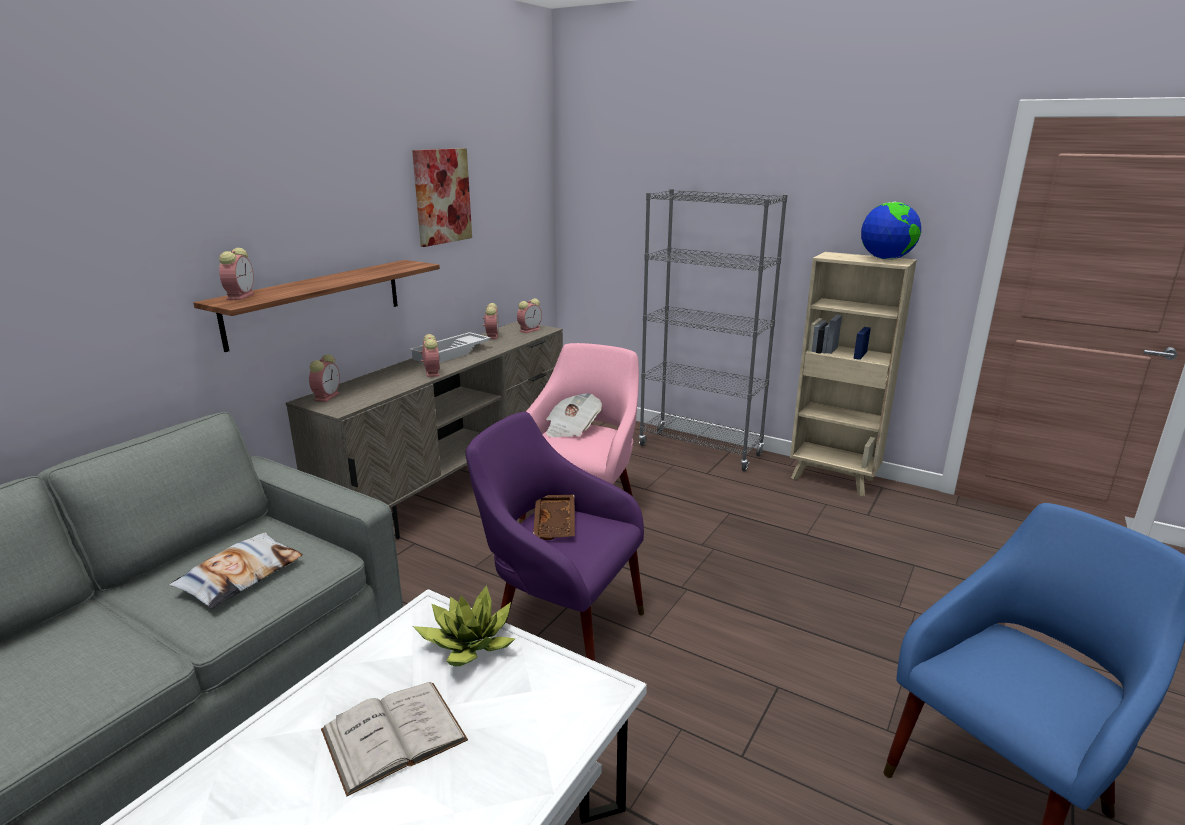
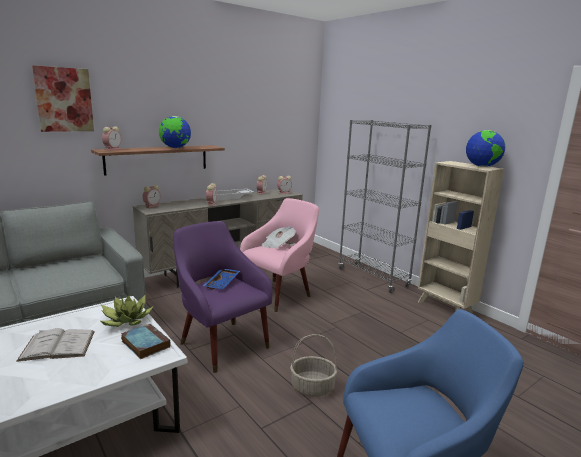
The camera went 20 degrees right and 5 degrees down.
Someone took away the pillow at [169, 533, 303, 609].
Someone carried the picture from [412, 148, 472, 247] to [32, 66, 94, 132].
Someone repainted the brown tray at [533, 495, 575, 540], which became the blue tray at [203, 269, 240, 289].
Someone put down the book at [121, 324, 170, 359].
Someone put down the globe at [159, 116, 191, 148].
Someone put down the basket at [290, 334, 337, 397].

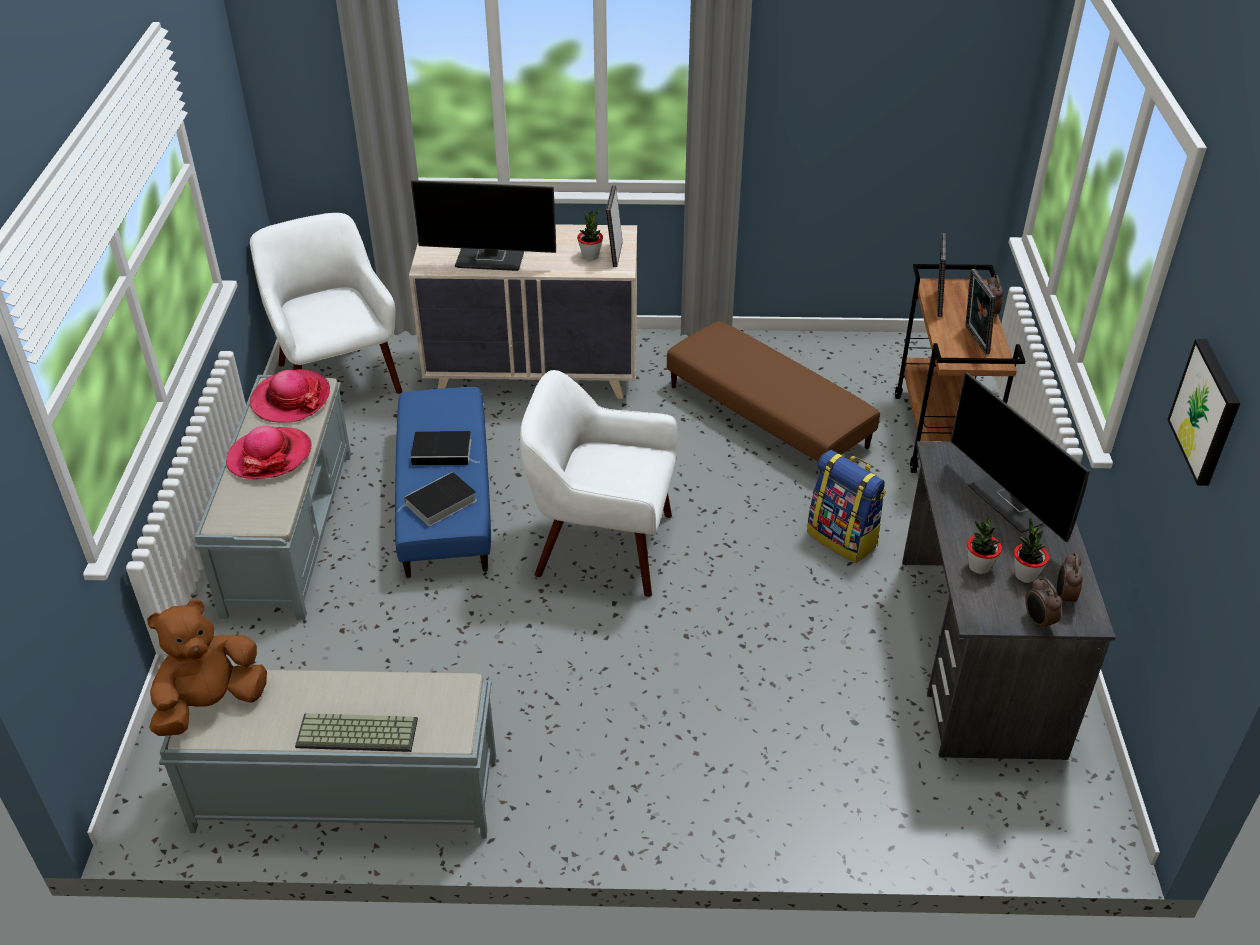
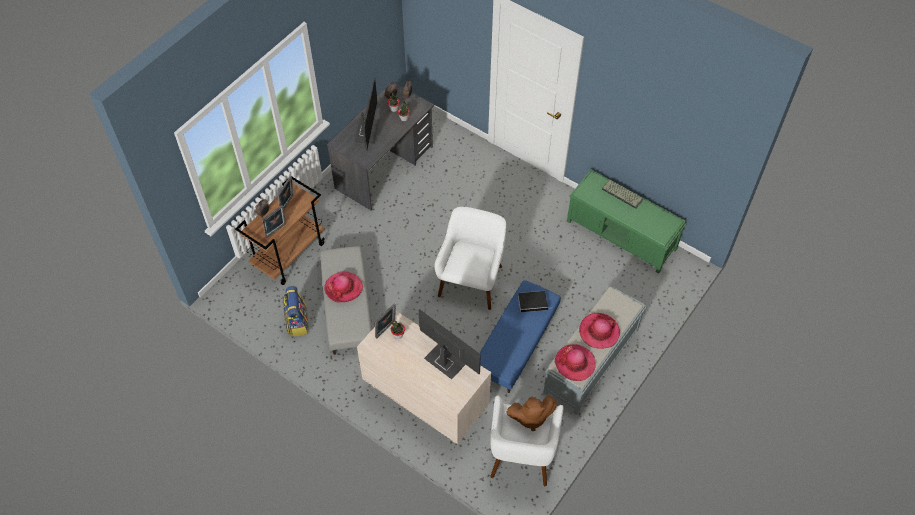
The camera went 145 degrees left and 15 degrees up.
Someone carried the brown plush toy from [147, 599, 267, 736] to [506, 396, 557, 431].
Someone repainted the grey bench at [159, 670, 496, 839], which became the green bench at [567, 170, 686, 274].
Someone took away the book at [411, 431, 480, 465].
Someone rotated the white armchair at [520, 370, 678, 597] by 120 degrees counterclockwise.
Someone repainted the brown ottoman at [667, 321, 880, 473], which became the grey ottoman at [320, 246, 372, 355].
Someone carried the backpack from [807, 450, 886, 563] to [283, 286, 309, 336].
Someone took away the picture at [1167, 339, 1240, 486].
Someone put down the hat at [324, 272, 363, 303].

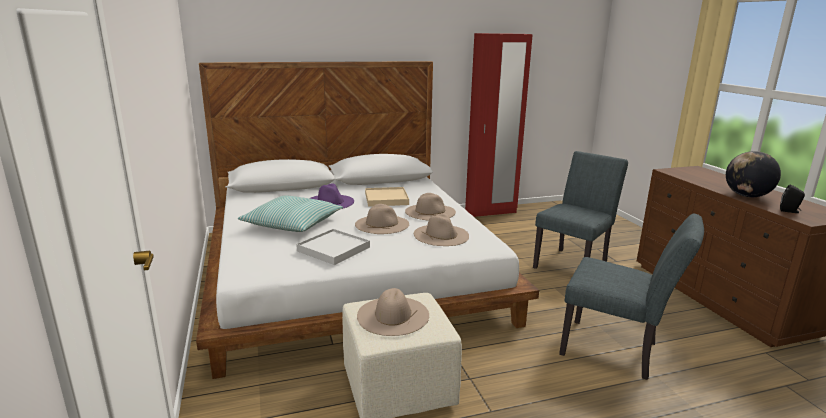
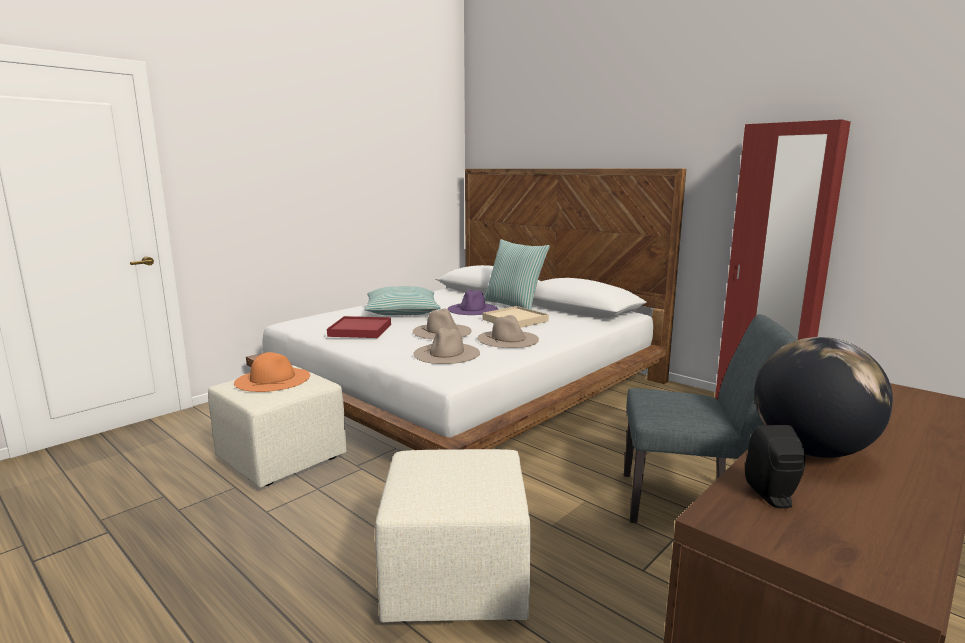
The camera went 60 degrees right and 5 degrees down.
Someone repainted the white tray at [296, 229, 370, 265], which became the red tray at [327, 316, 391, 338].
Someone repainted the beige hat at [357, 288, 429, 336], which became the orange hat at [234, 352, 310, 392].
Someone swapped the grey chair at [559, 214, 704, 380] for the beige ottoman at [375, 449, 531, 623].
Someone put down the pillow at [484, 239, 550, 310].

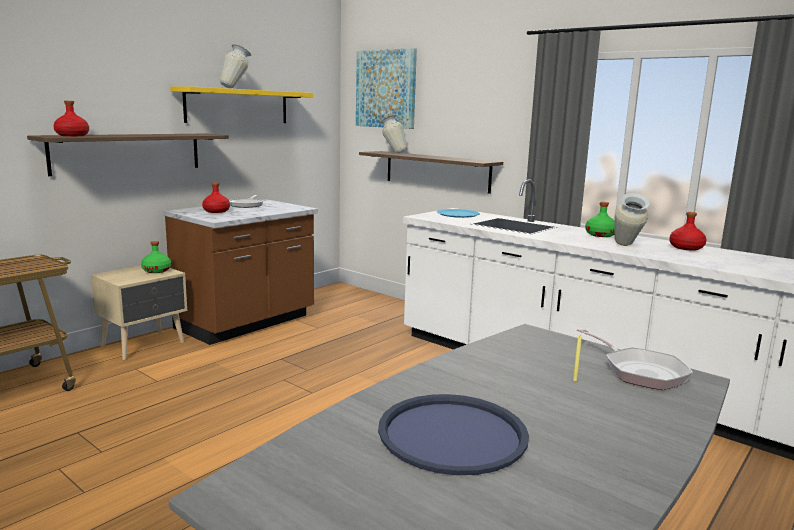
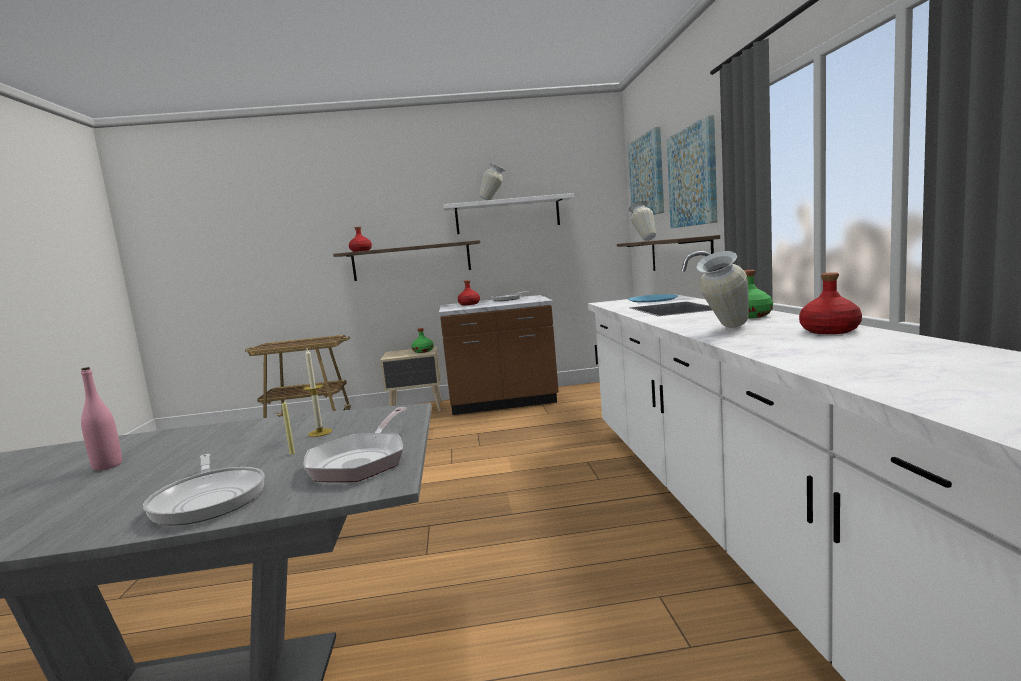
The camera went 45 degrees right and 5 degrees down.
Someone repainted the yellow shelf at [170, 86, 313, 123], which became the white shelf at [443, 193, 574, 234].
Someone swapped the blue tray at [378, 394, 529, 475] for the pink bottle at [81, 367, 122, 471].
Someone put down the frying pan at [143, 454, 265, 525].
Someone put down the candle at [303, 349, 332, 437].
Someone put up the picture at [667, 115, 717, 228].

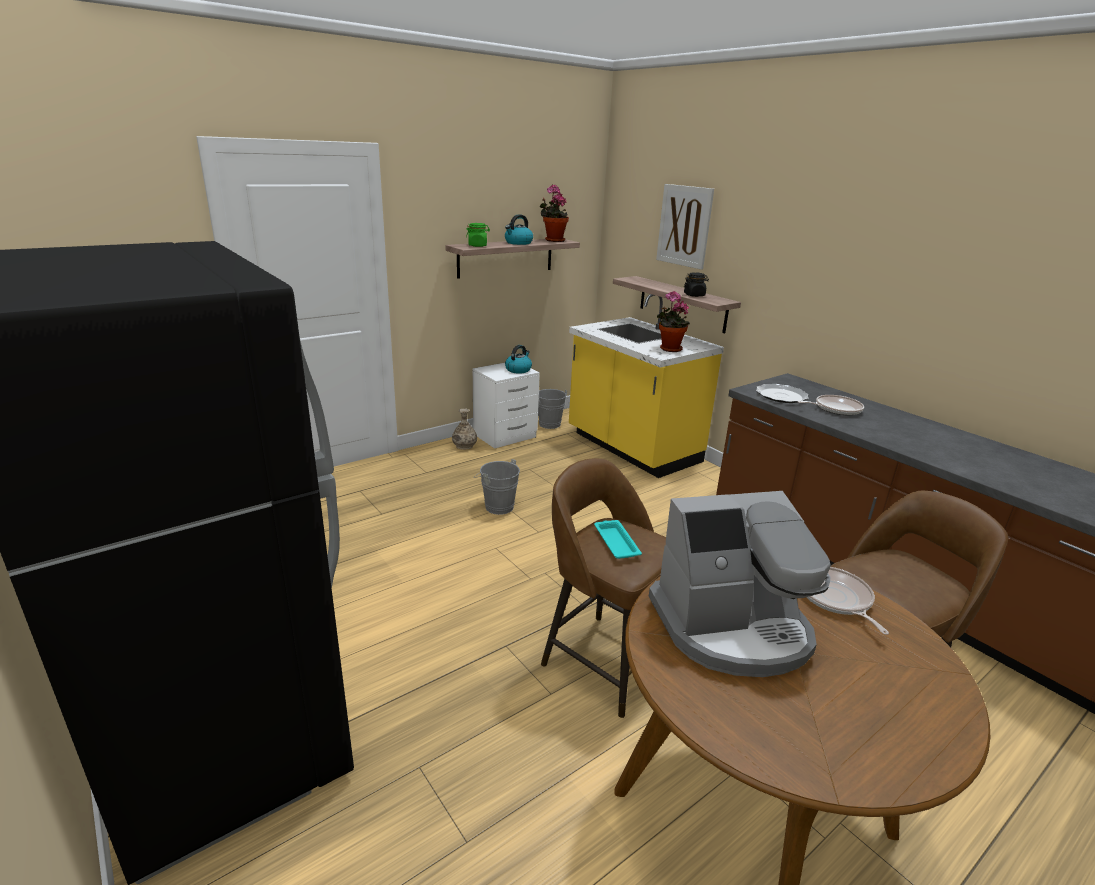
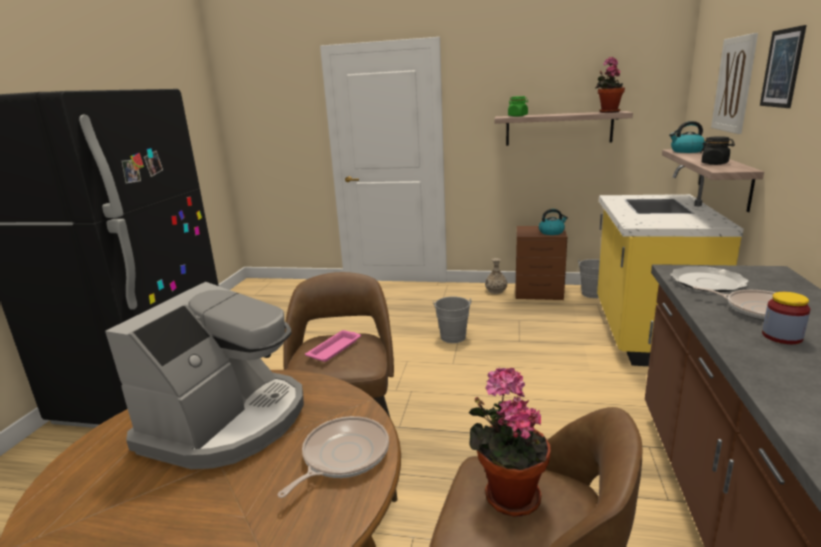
The camera went 50 degrees right and 5 degrees down.
Someone repainted the white nightstand at [473, 363, 540, 449], which became the brown nightstand at [515, 226, 567, 300].
Someone carried the kettle from [505, 214, 533, 245] to [669, 121, 706, 153].
Someone repainted the turquoise tray at [594, 520, 642, 559], which became the pink tray at [305, 330, 361, 362].
Someone rotated the coffee machine at [649, 491, 831, 677] by 105 degrees counterclockwise.
Someone carried the potted plant from [657, 291, 690, 352] to [468, 368, 550, 517].
Someone put up the picture at [760, 25, 807, 108].
Someone put down the jar at [762, 292, 810, 344].

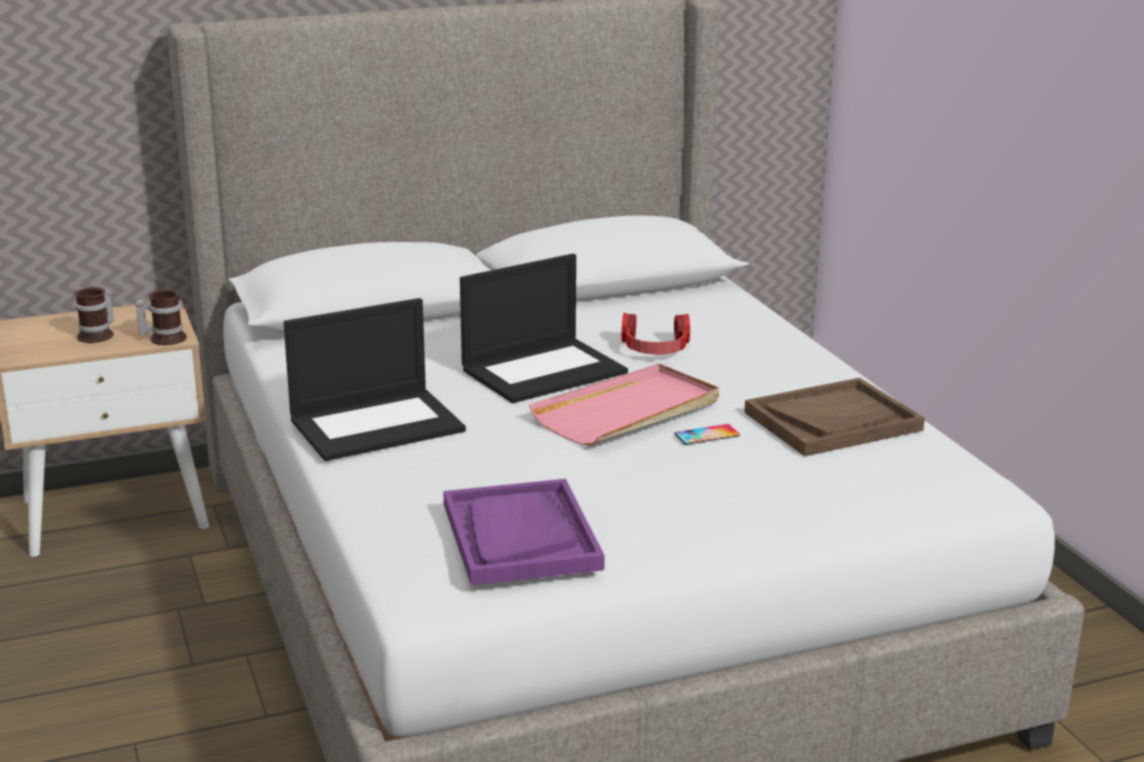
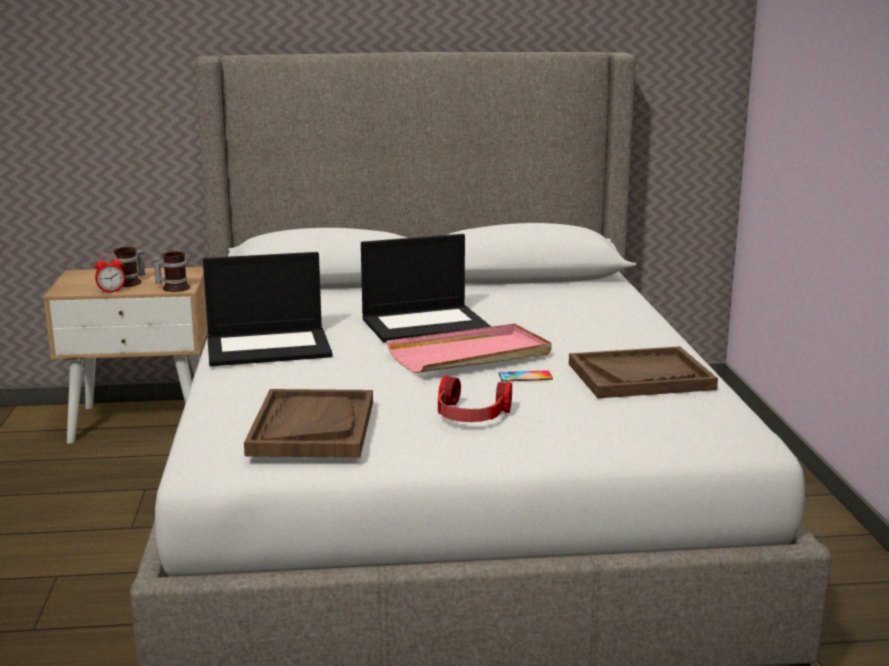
The camera went 15 degrees right and 5 degrees down.
Someone repainted the purple tray at [443, 479, 605, 586], which became the brown tray at [244, 389, 373, 458].
Someone carried the headphones from [621, 313, 690, 355] to [438, 375, 512, 422].
Someone put down the alarm clock at [95, 254, 125, 293].

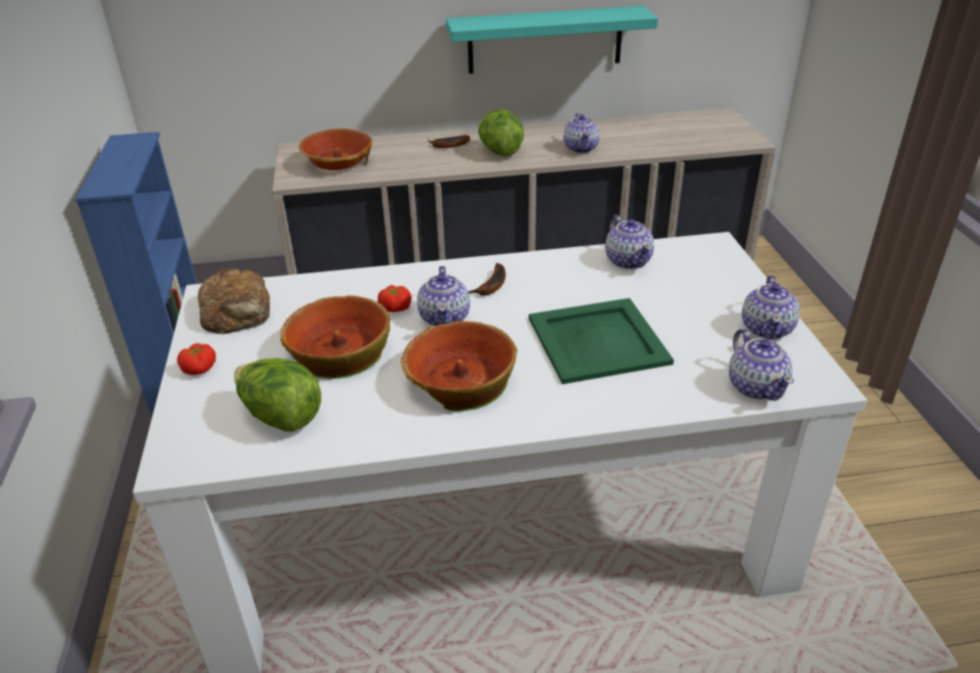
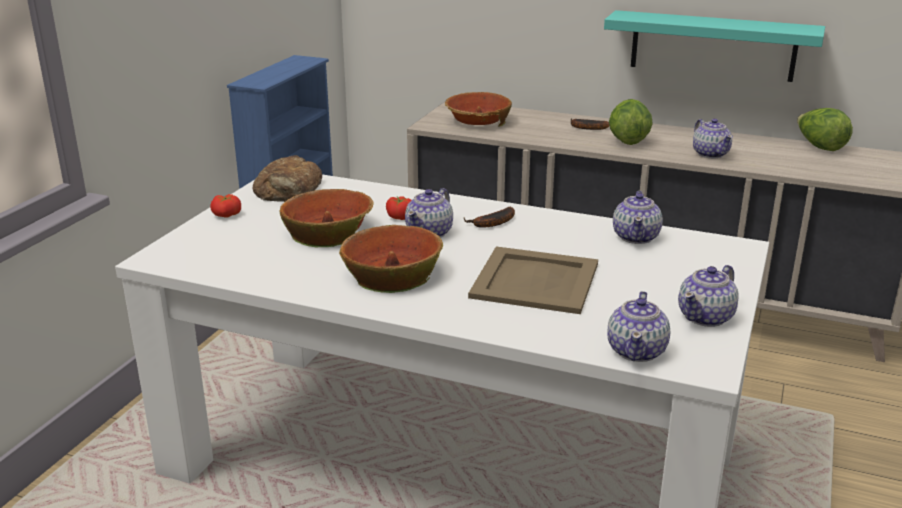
The camera went 30 degrees right and 10 degrees down.
Someone carried the lettuce from [234, 358, 321, 432] to [797, 108, 853, 151].
Someone repainted the green tray at [529, 298, 674, 384], which became the beige tray at [468, 246, 598, 314].
Someone rotated the teapot at [563, 113, 600, 153] by 45 degrees counterclockwise.

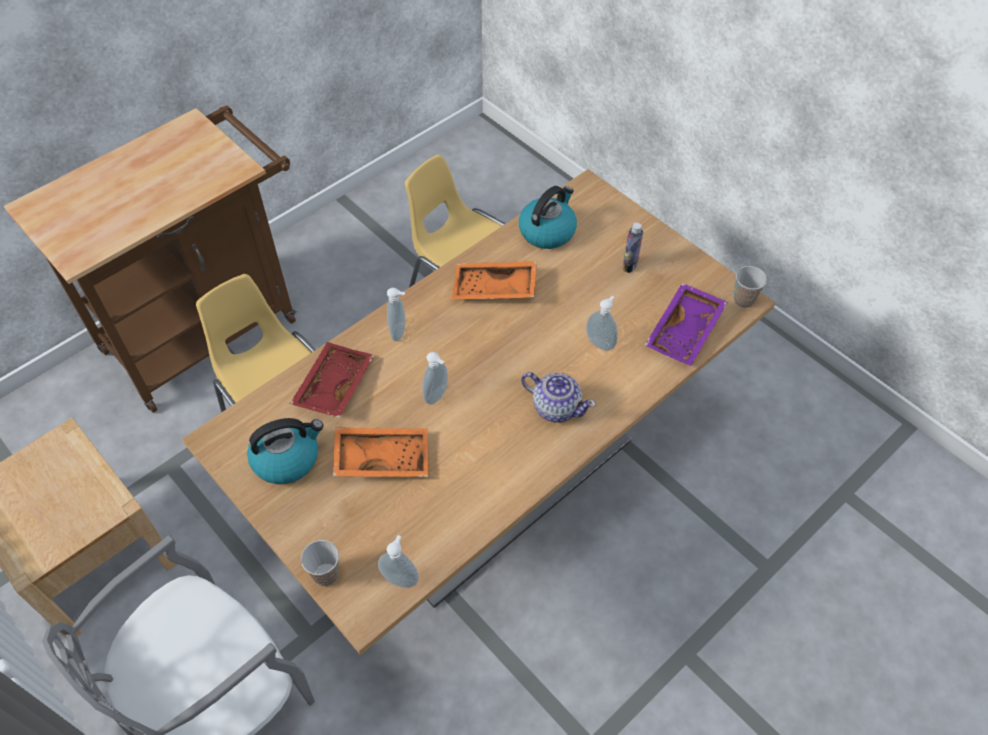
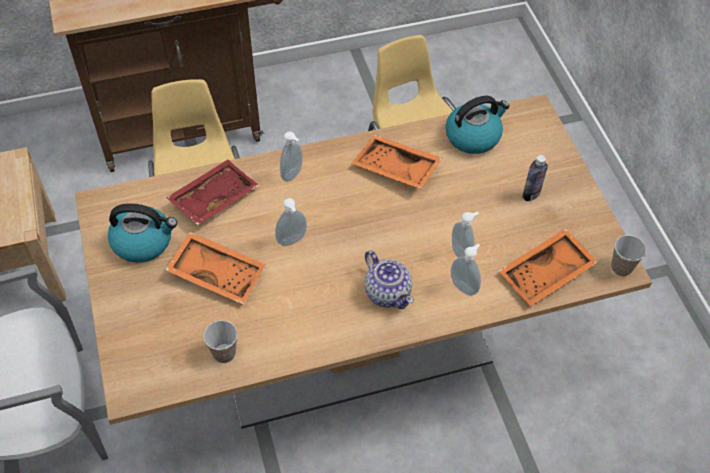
The camera went 25 degrees right and 0 degrees up.
Someone carried the cup from [301, 540, 339, 586] to [203, 320, 238, 363].
Someone carried the soap dispenser from [378, 535, 419, 588] to [451, 244, 481, 296].
Someone repainted the purple tray at [645, 283, 727, 366], which became the orange tray at [499, 228, 598, 306].

